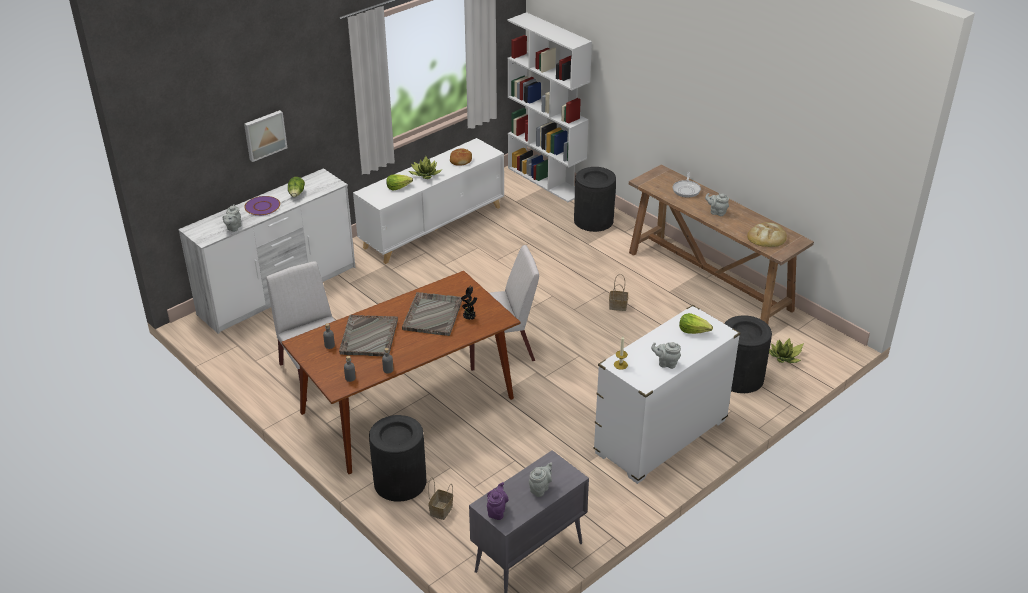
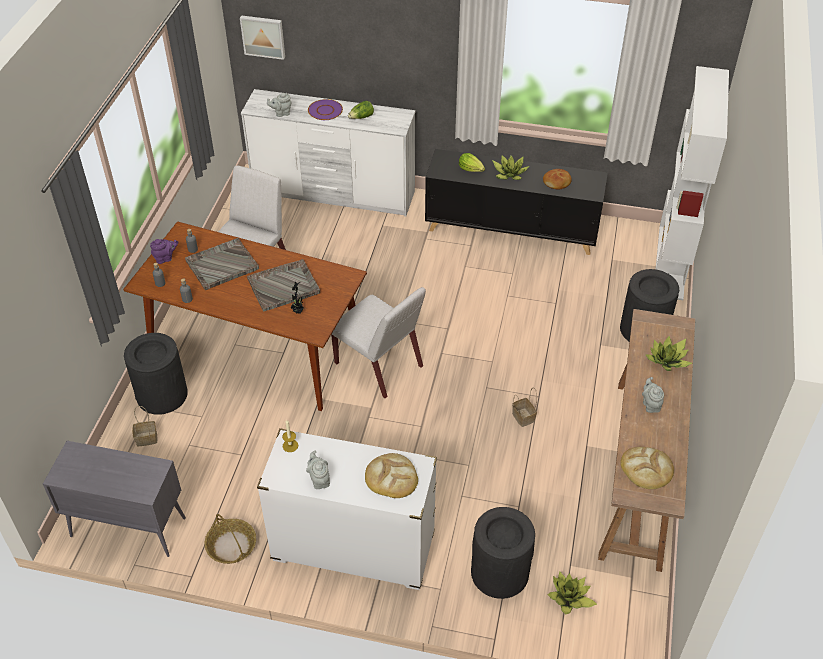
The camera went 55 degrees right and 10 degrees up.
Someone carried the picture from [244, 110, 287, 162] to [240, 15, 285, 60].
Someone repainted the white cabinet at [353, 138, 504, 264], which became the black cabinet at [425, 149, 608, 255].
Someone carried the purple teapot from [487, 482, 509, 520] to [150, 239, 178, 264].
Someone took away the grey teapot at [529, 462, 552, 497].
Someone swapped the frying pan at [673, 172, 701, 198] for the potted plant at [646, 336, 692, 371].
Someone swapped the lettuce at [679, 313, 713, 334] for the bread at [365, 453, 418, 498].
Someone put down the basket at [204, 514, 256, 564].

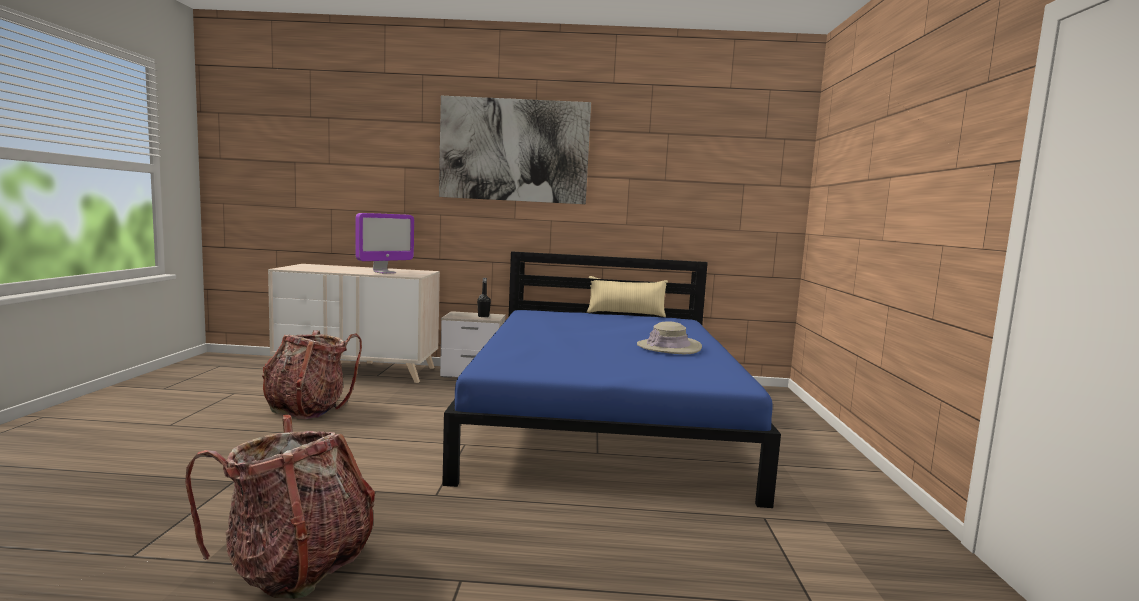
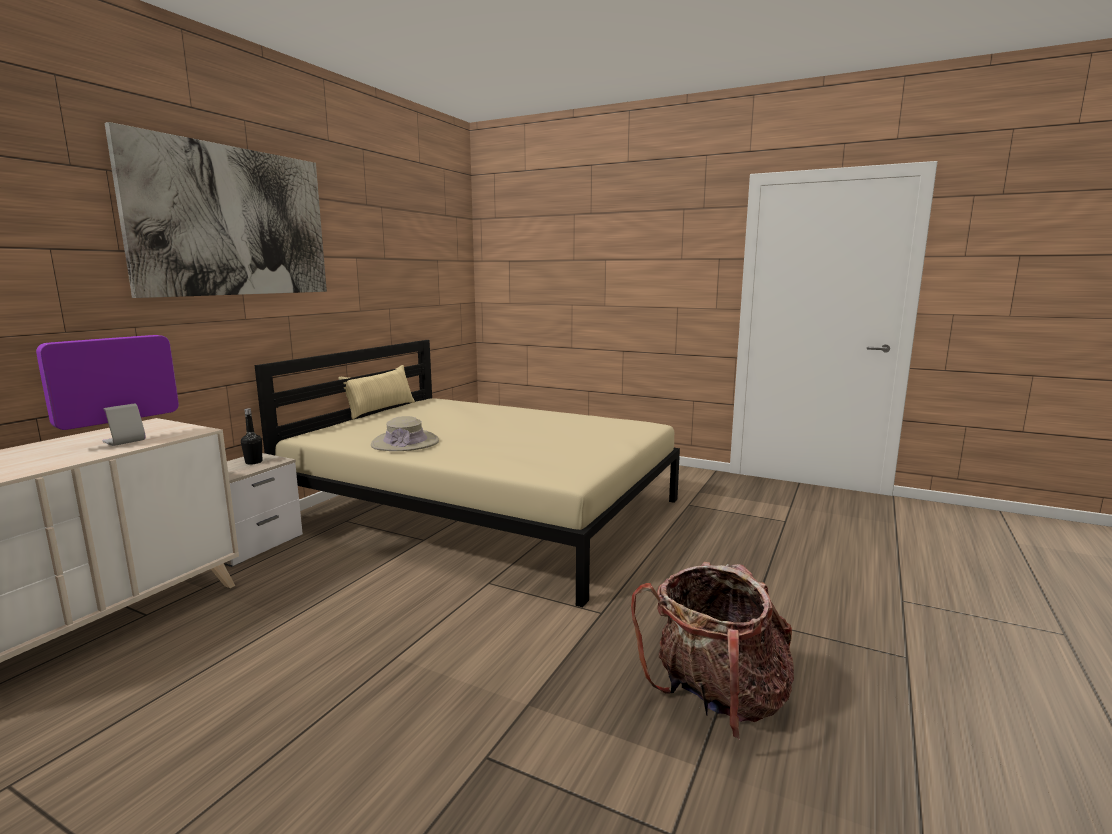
The camera went 65 degrees left and 5 degrees up.
Someone took away the backpack at [262, 330, 362, 419].
Someone rotated the monitor at [355, 213, 414, 274] by 120 degrees counterclockwise.
Someone repainted the blue bed at [442, 251, 781, 508], which became the beige bed at [255, 340, 680, 607].
Someone carried the beige hat from [637, 321, 702, 354] to [371, 416, 439, 451].

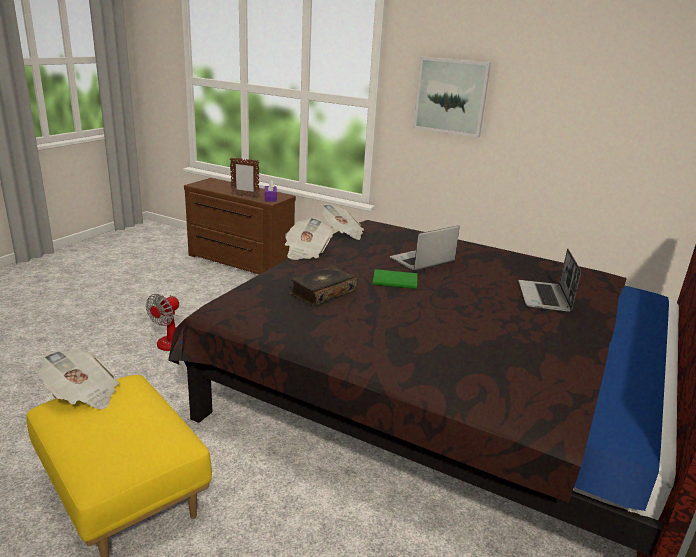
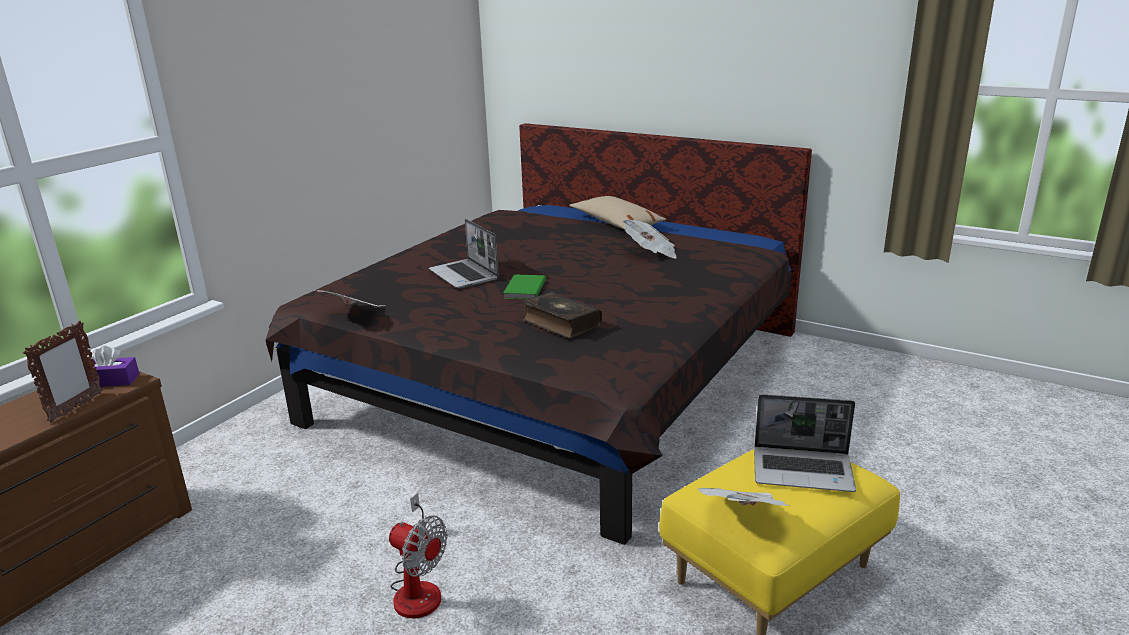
The camera went 85 degrees left and 0 degrees up.
Someone carried the newspaper from [285, 218, 333, 260] to [622, 219, 677, 258].
Someone took away the picture at [413, 57, 491, 138].
Someone carried the laptop from [518, 249, 581, 312] to [754, 394, 856, 492].
Someone put down the beige pillow at [569, 196, 666, 229].

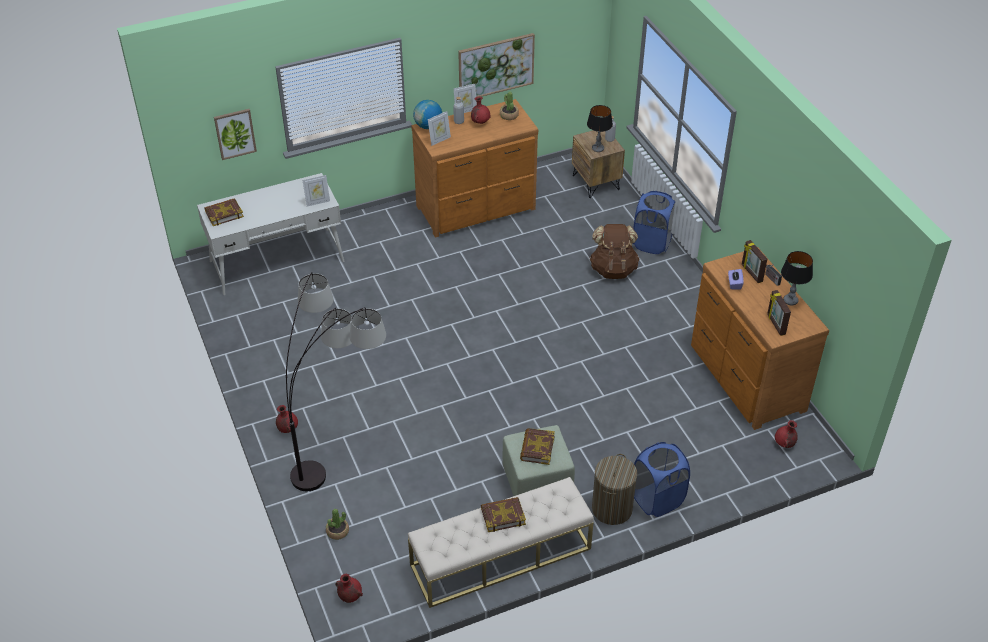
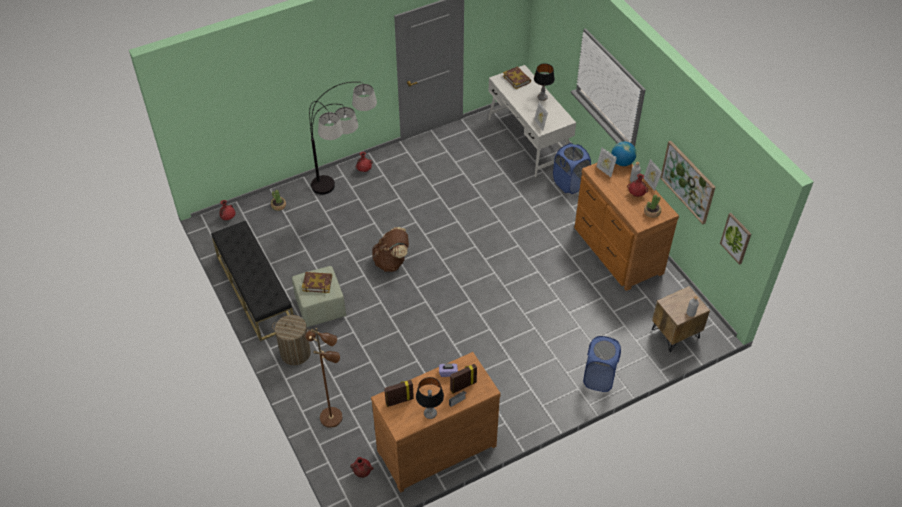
The camera went 85 degrees right and 5 degrees up.
Someone carried the picture from [214, 109, 257, 160] to [720, 213, 751, 265].
Someone repainted the beige bench at [408, 477, 594, 608], which became the black bench at [211, 221, 294, 341].
Someone took away the book at [481, 497, 526, 532].
Someone carried the table lamp from [587, 105, 613, 152] to [534, 63, 555, 101].
Someone carried the brown backpack from [590, 224, 640, 279] to [372, 227, 409, 272].
Someone carried the blue laundry basket from [634, 442, 690, 517] to [553, 143, 591, 194].
Someone put down the brown floor lamp at [305, 328, 343, 428].

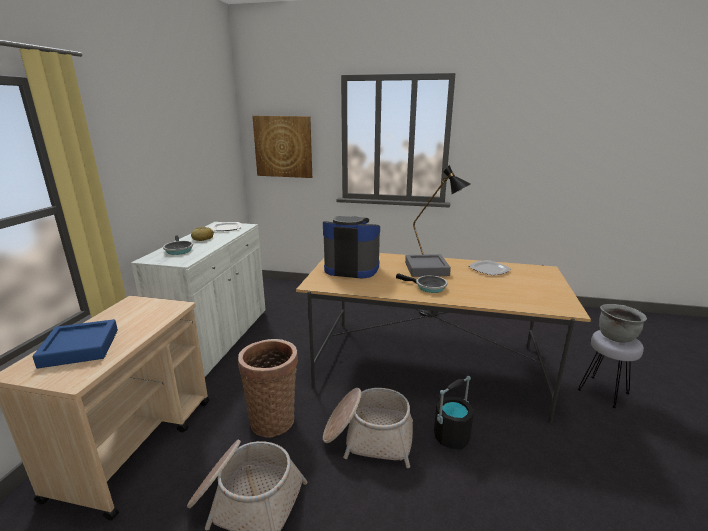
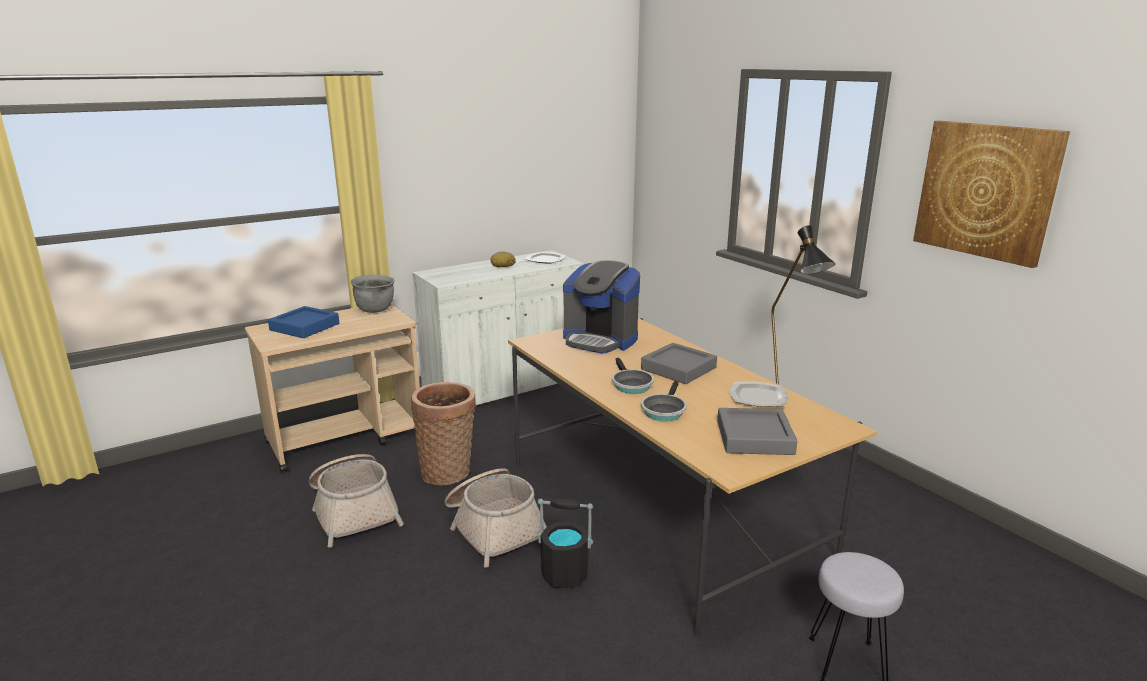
The camera went 45 degrees right and 0 degrees up.
Someone carried the frying pan from [163, 235, 193, 255] to [641, 381, 687, 422].
Someone carried the picture from [252, 116, 312, 178] to [913, 121, 1070, 268].
Someone rotated the coffee machine at [323, 216, 380, 278] by 150 degrees clockwise.
Someone carried the grey cooking pot from [599, 304, 647, 343] to [351, 275, 395, 313].
Someone put down the grey tray at [717, 408, 797, 455].

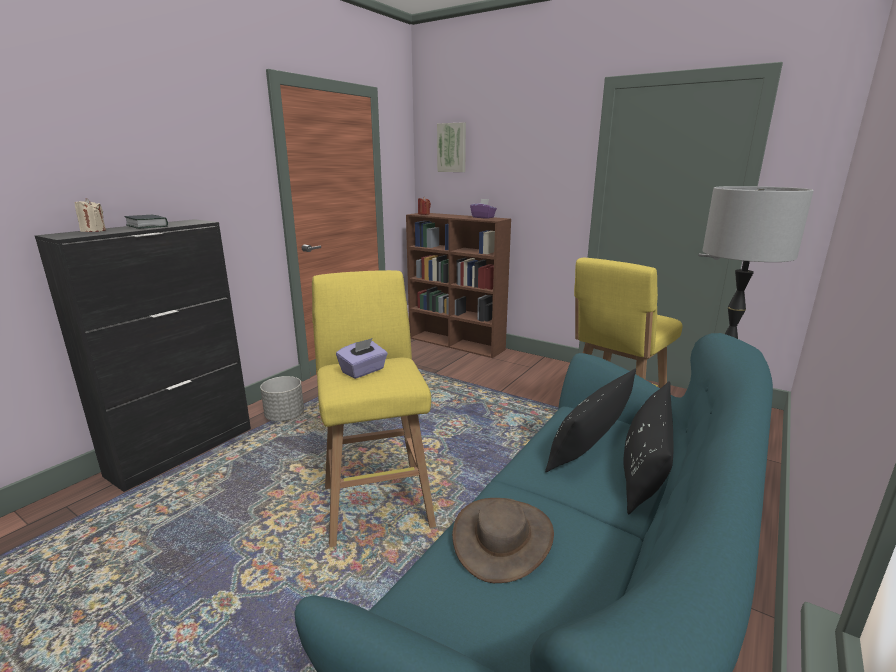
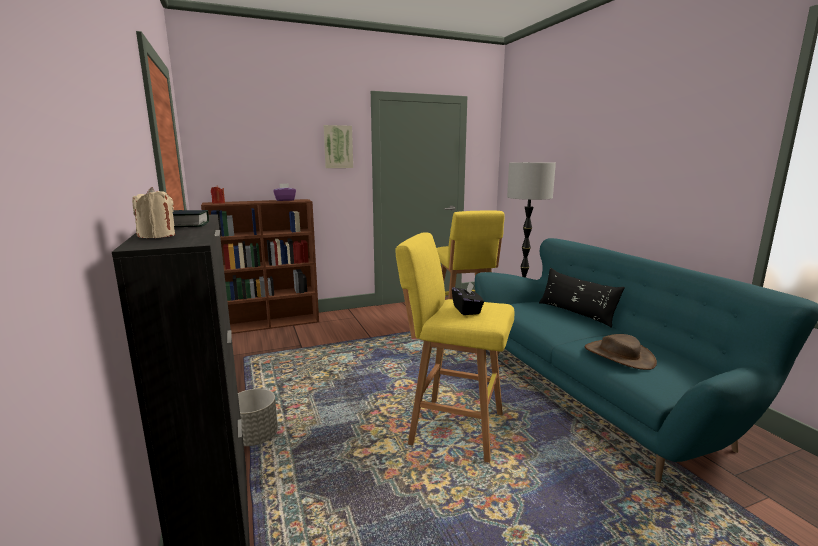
The camera went 55 degrees left and 5 degrees down.
Someone repainted the purple tissue box at [336, 338, 388, 379], which became the black tissue box at [452, 282, 484, 315].
Someone carried the picture from [437, 122, 466, 172] to [323, 125, 353, 168].
Someone took away the black pillow at [545, 368, 636, 472].

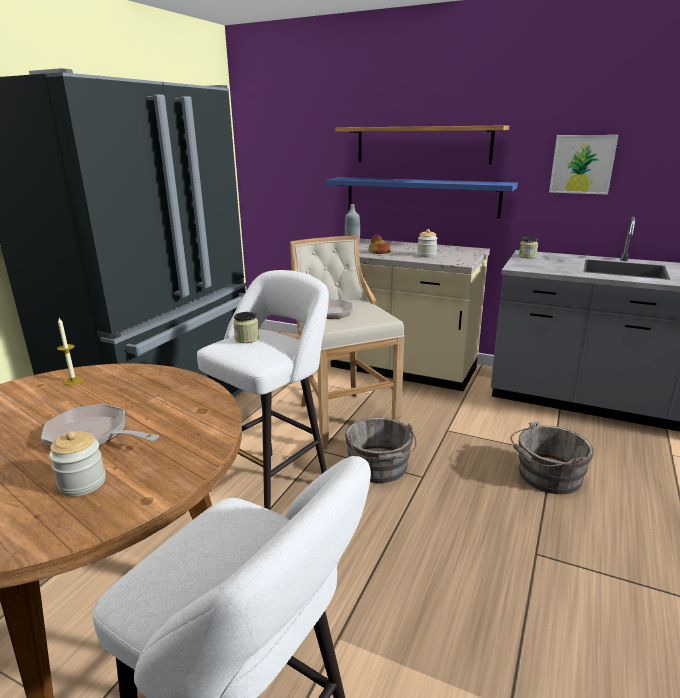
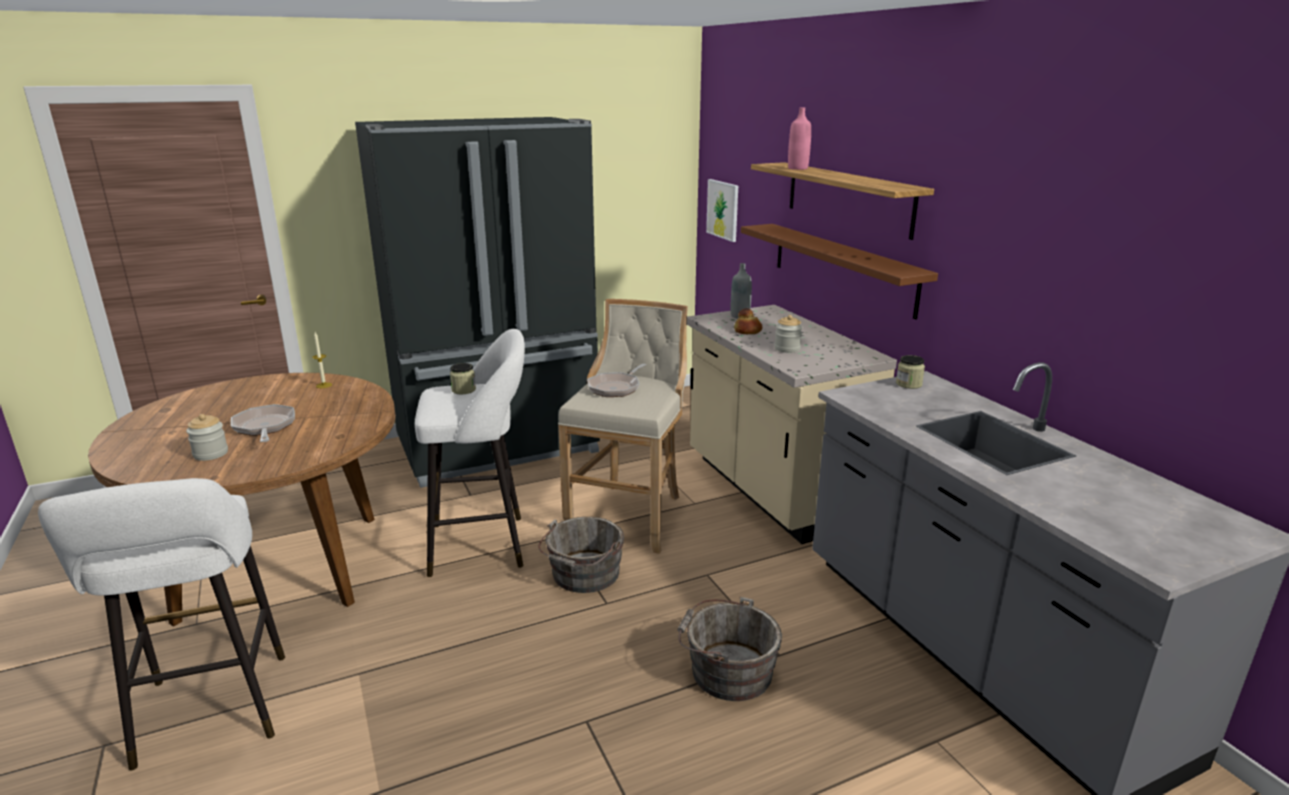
The camera went 40 degrees right and 0 degrees up.
Someone repainted the blue shelf at [326, 177, 518, 218], which became the brown shelf at [741, 224, 938, 320].
Someone carried the picture from [549, 135, 618, 195] to [706, 179, 738, 242].
Someone put down the pink bottle at [788, 107, 811, 170].

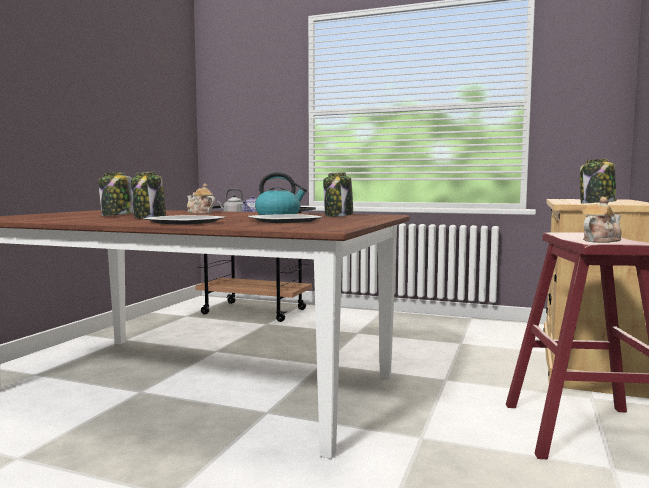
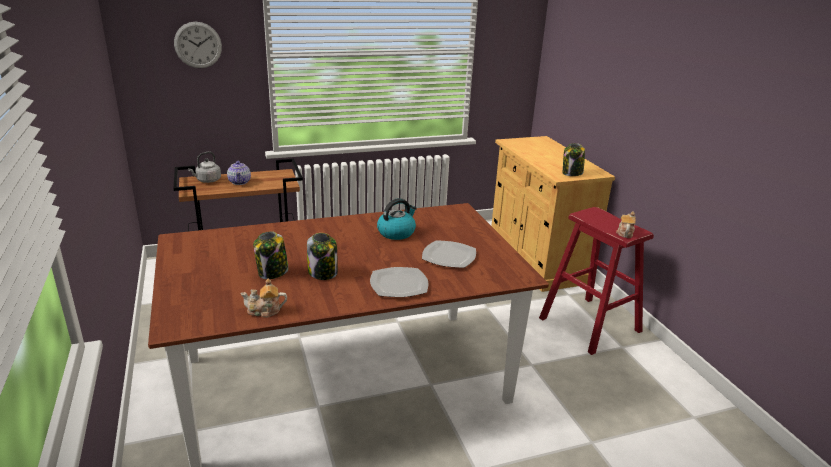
The camera went 40 degrees left and 20 degrees up.
Someone carried the teapot from [187, 183, 215, 214] to [240, 279, 287, 317].
Someone took away the jar at [323, 172, 353, 217].
Someone put up the wall clock at [174, 22, 222, 68].

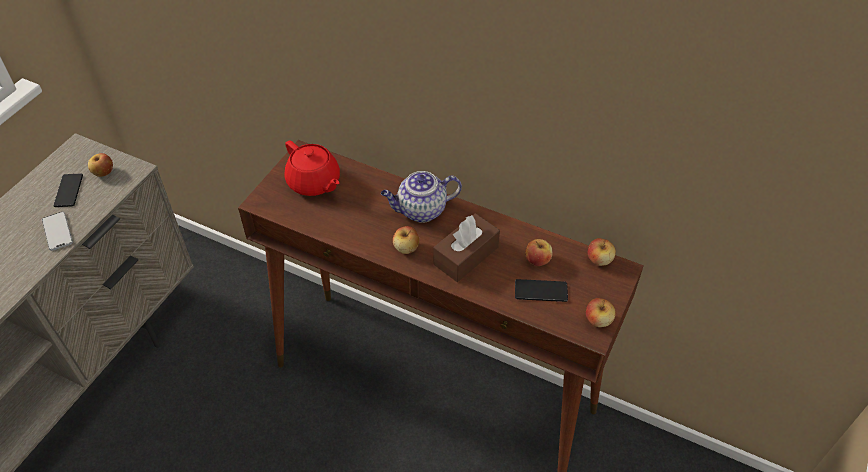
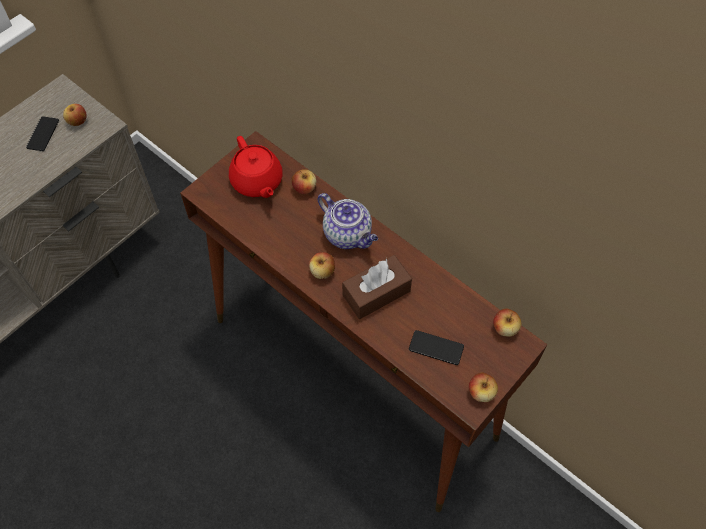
The camera went 15 degrees right and 10 degrees up.
Someone took away the phone at [42, 212, 73, 251].
Someone rotated the teapot at [381, 171, 462, 223] by 135 degrees counterclockwise.
Someone carried the apple from [525, 239, 553, 266] to [291, 169, 317, 194].

